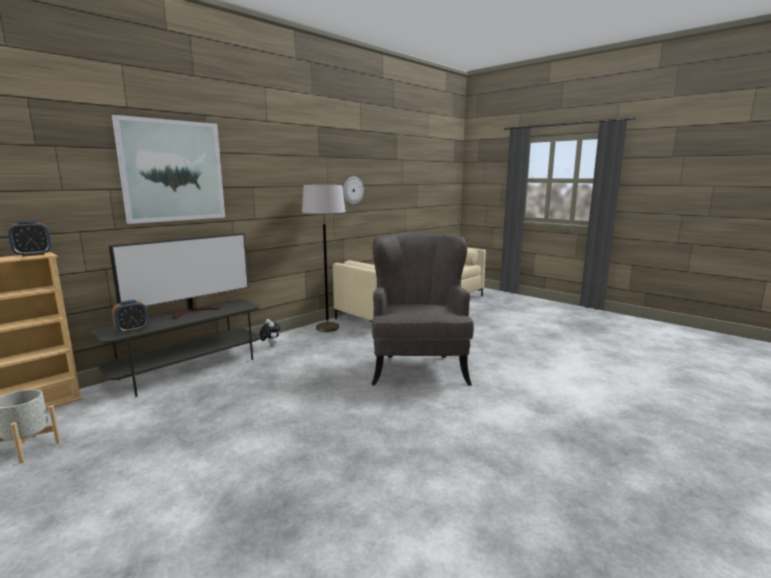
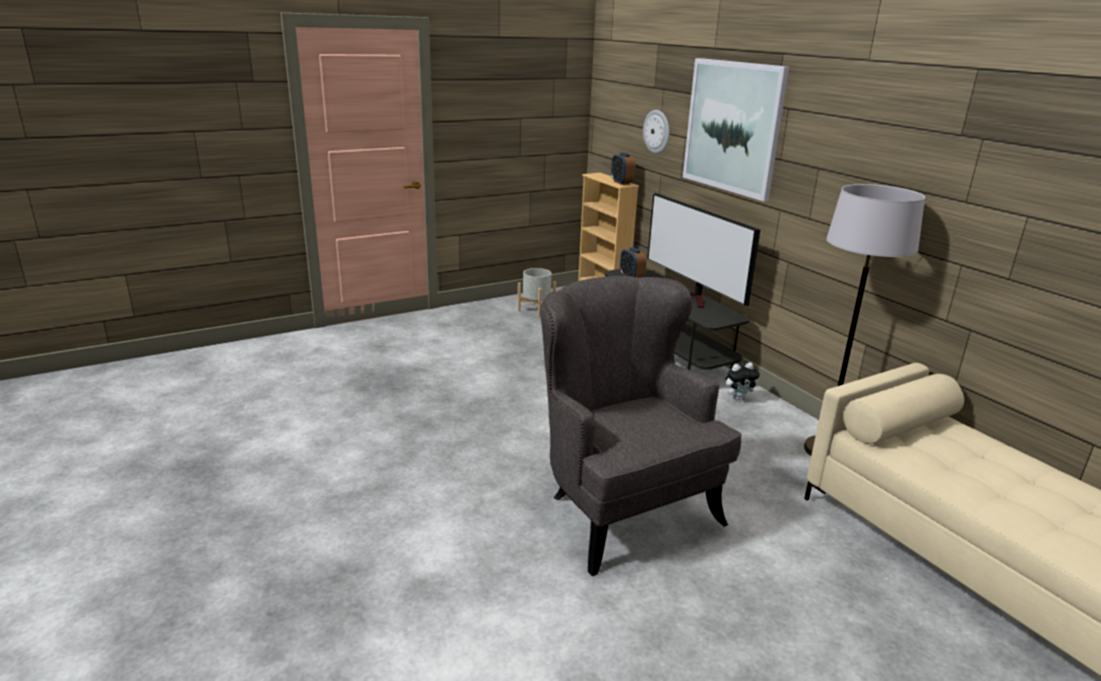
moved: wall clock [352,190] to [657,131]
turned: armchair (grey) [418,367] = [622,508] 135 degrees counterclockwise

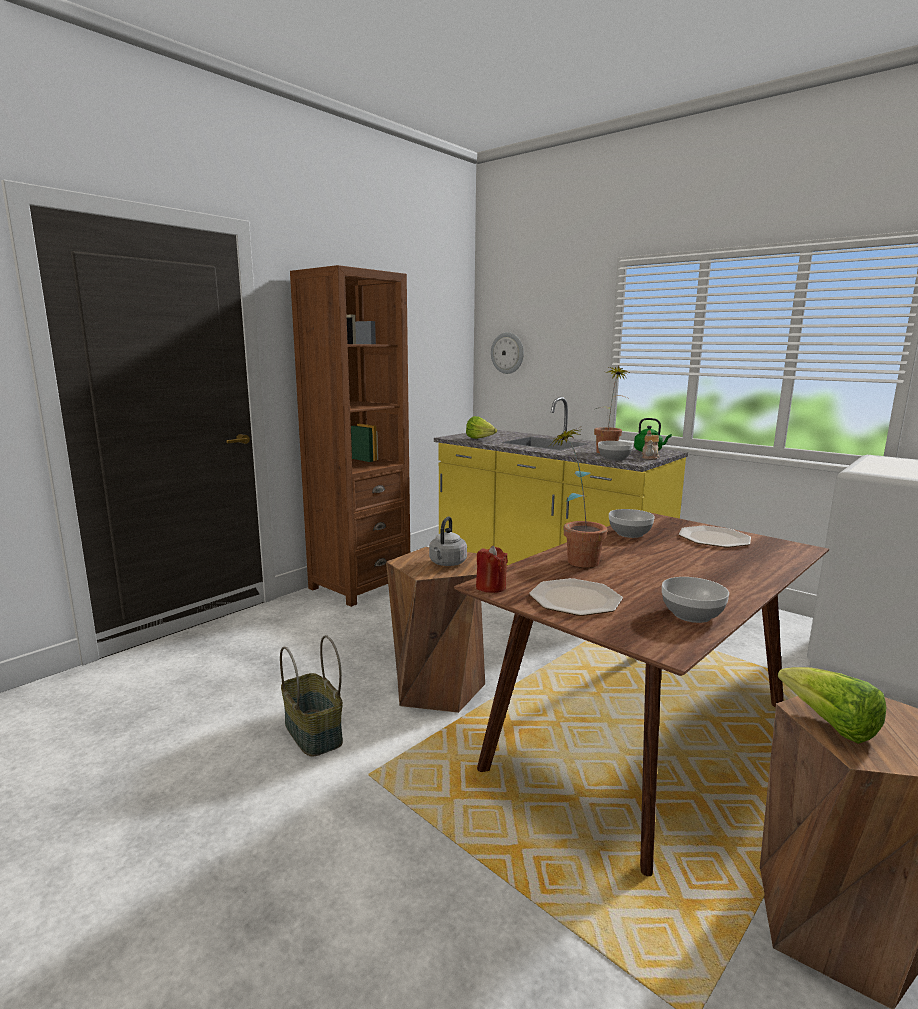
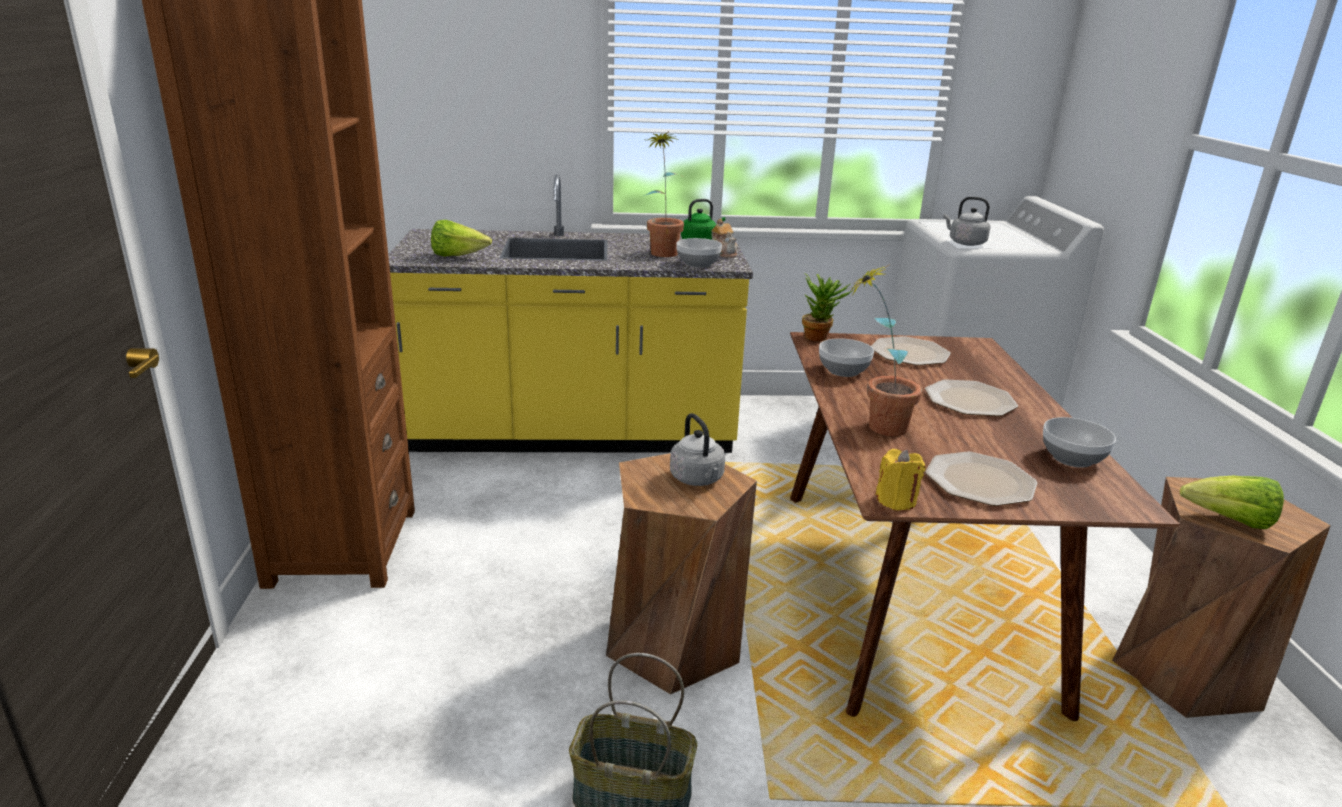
removed: wall clock [507,353]
added: kettle (grey) [965,243]; potted plant [820,337]; plate [969,400]
recoloured: candle (red) [491,587] to candle (yellow) [896,500]

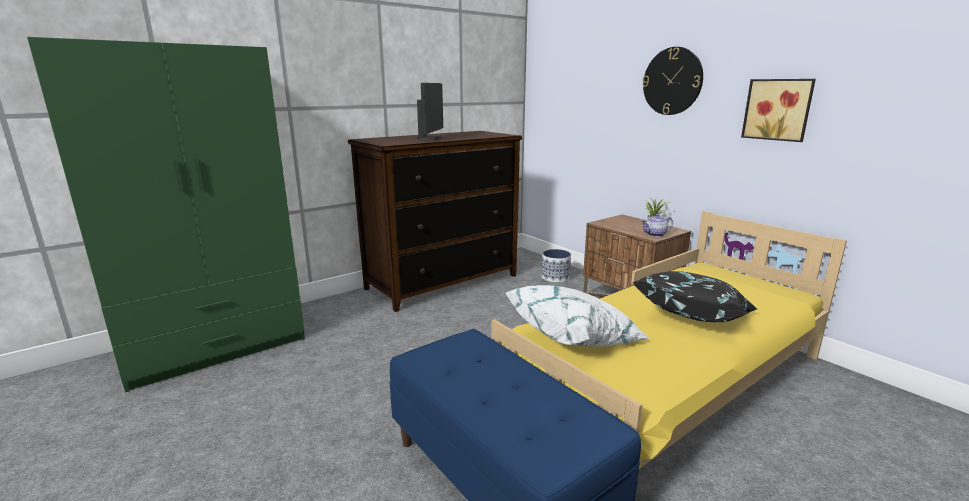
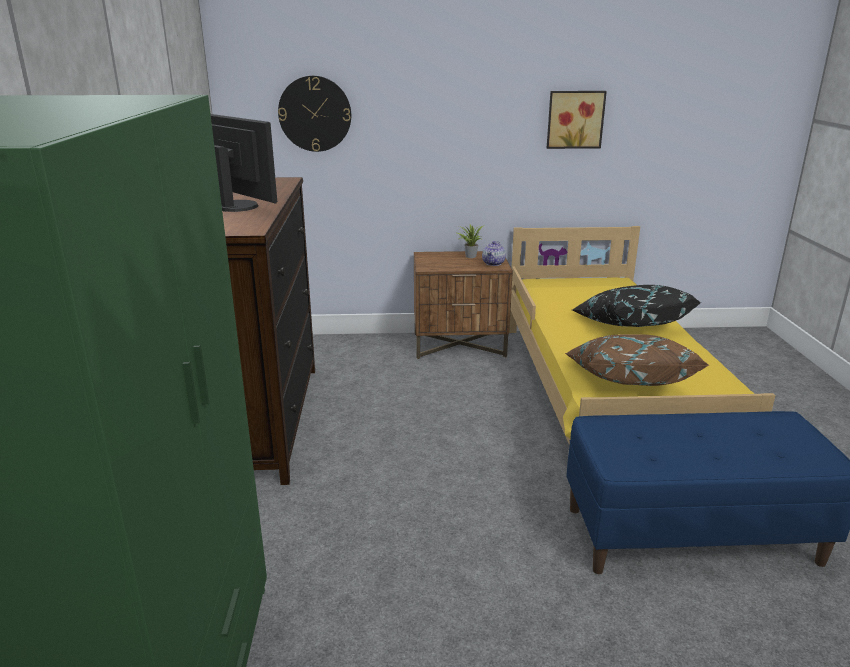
removed: planter [555,277]
moved: wall clock [672,81] to [315,114]
recoloured: pillow (white) [575,338] to pillow (brown) [627,380]

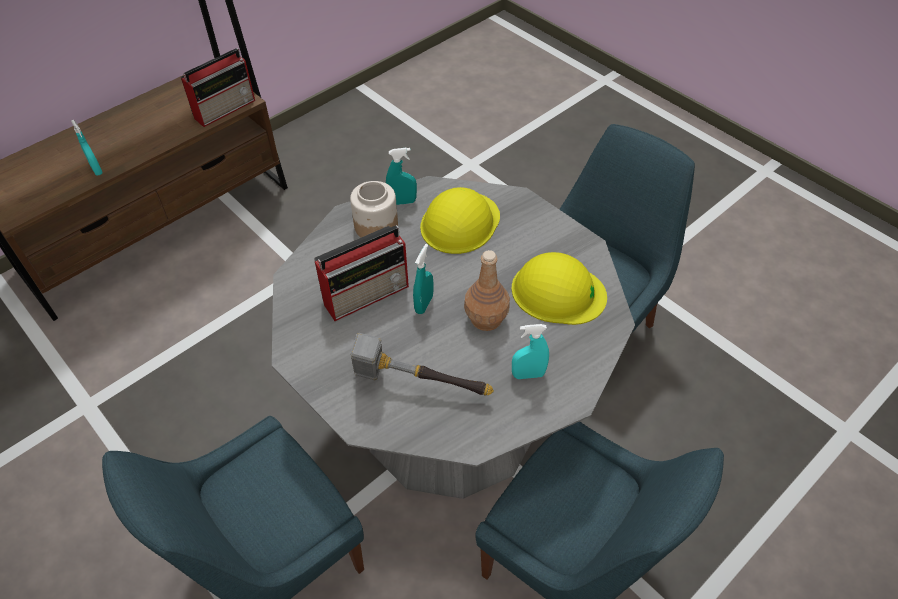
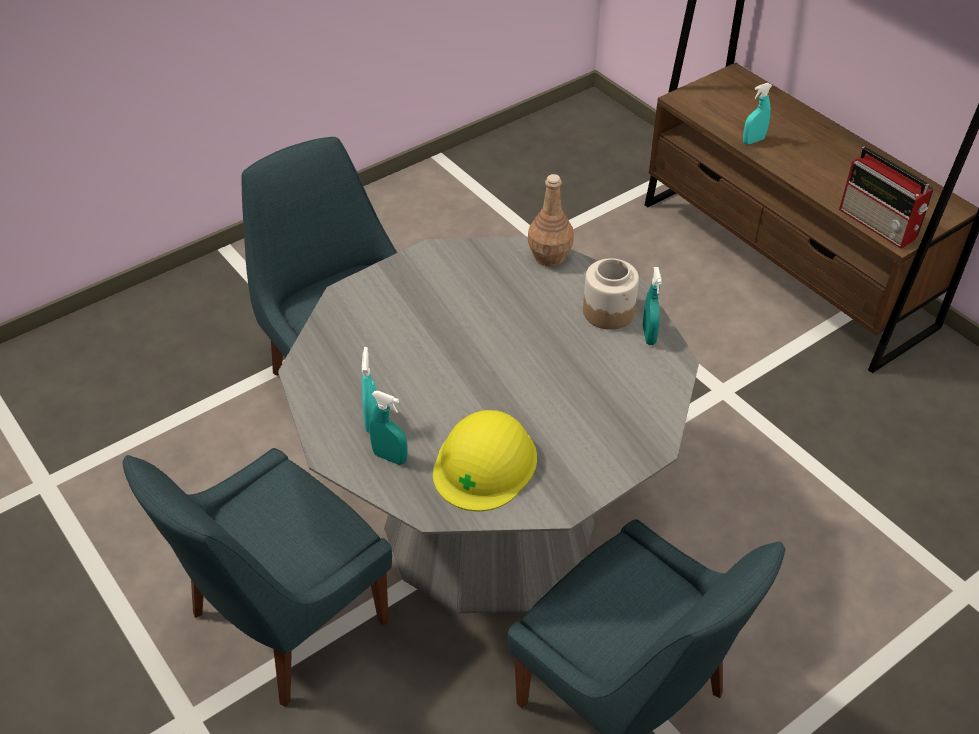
removed: hard hat (yellow) [460,222]; radio [368,293]; hammer [417,386]
moved: spray bottle (turquoise) [424,304] to [390,457]; bottle (brown) [485,318] to [550,256]

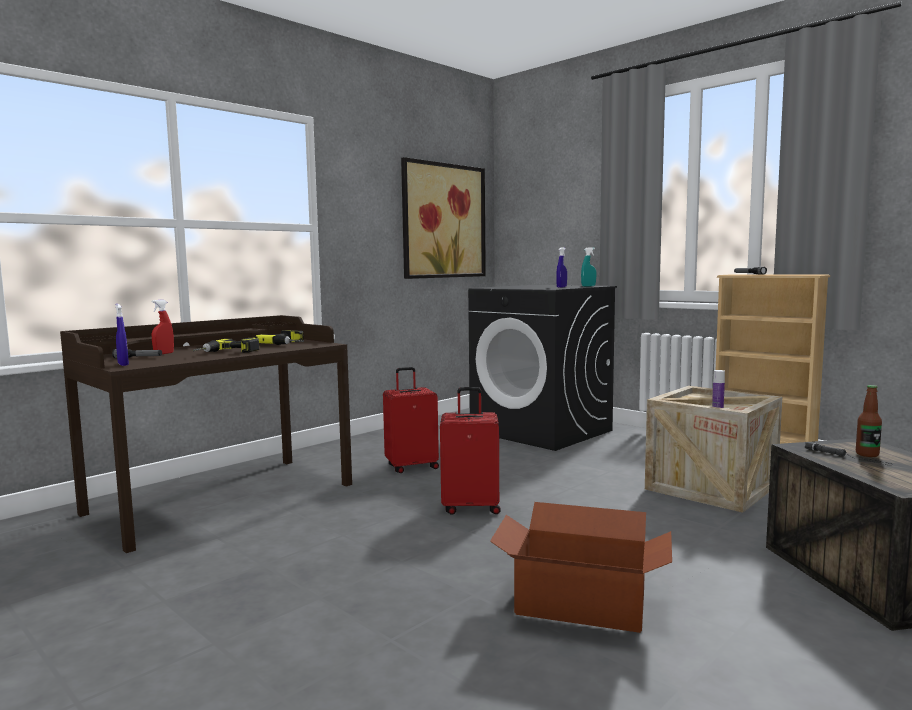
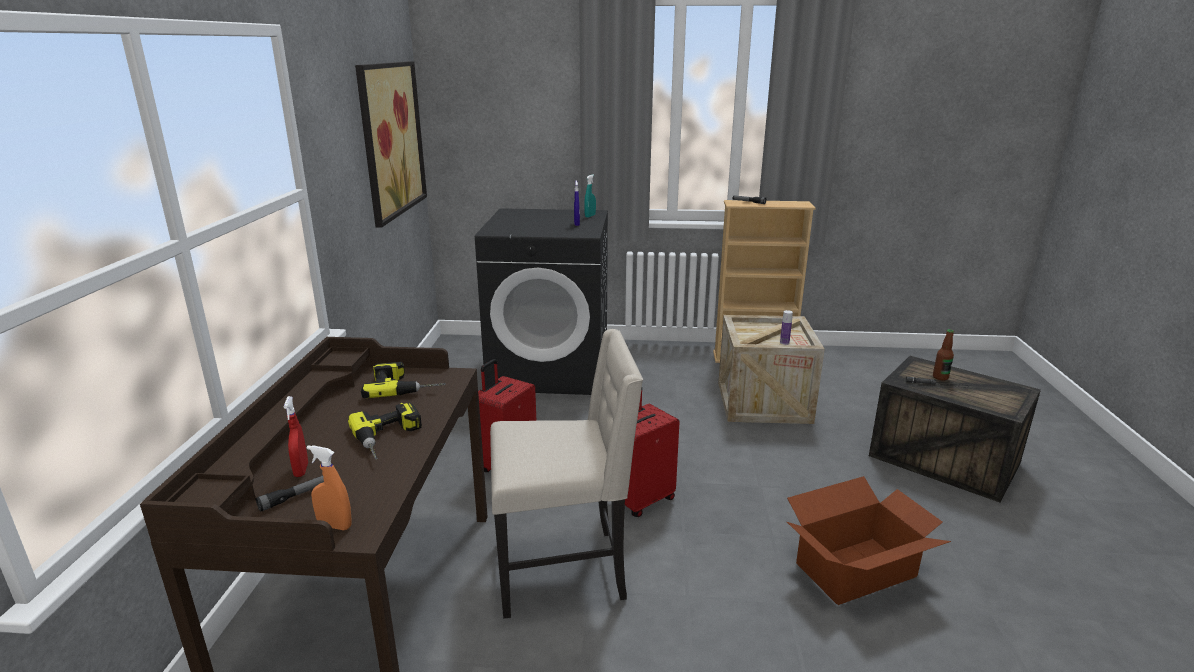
added: chair (beige) [563,569]
recoloured: spray bottle (blue) [123,364] to spray bottle (orange) [335,526]

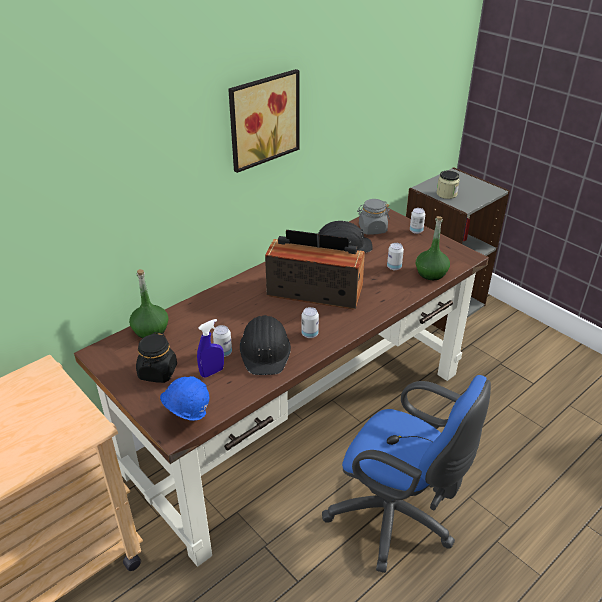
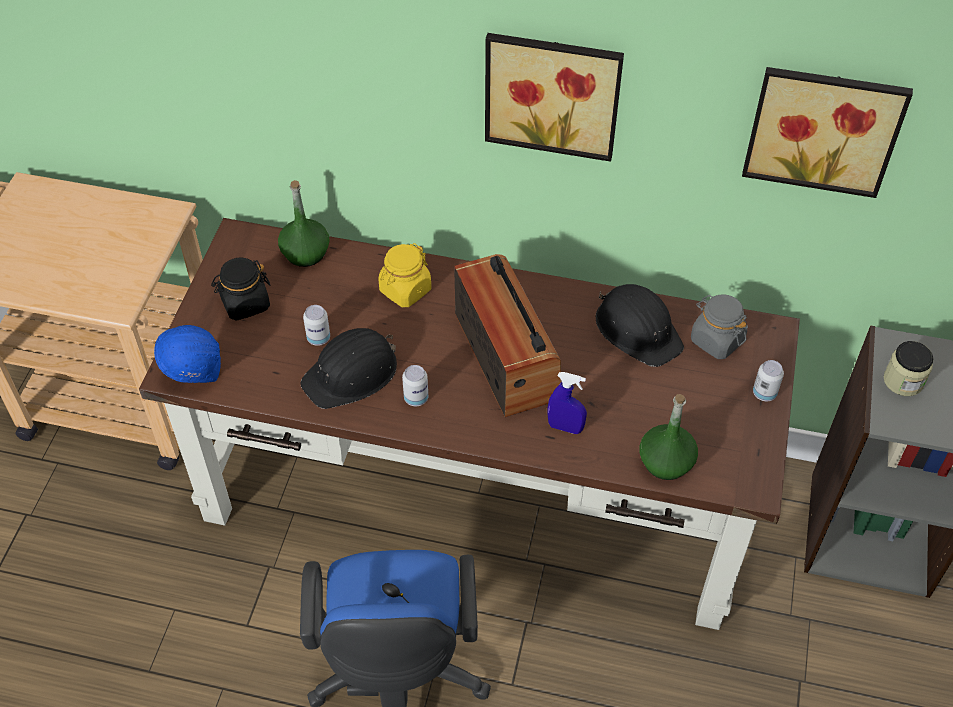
removed: can [394,267]
added: picture [823,127]; jar (yellow) [405,290]
moved: spray bottle (blue) [212,372] to [565,427]

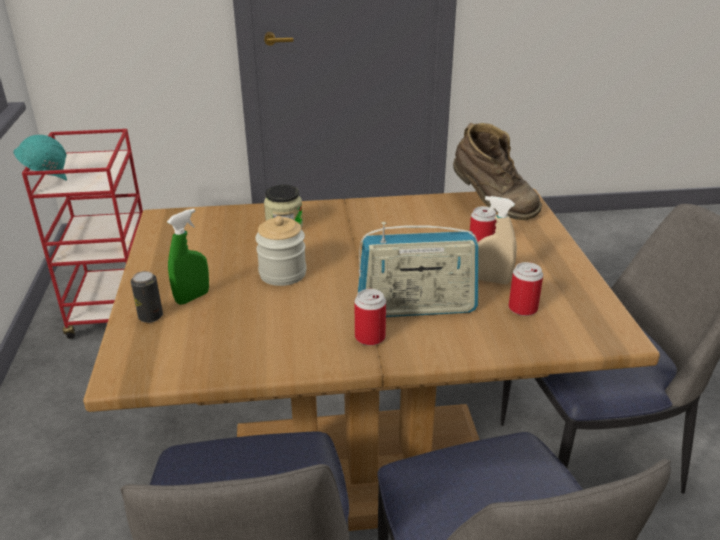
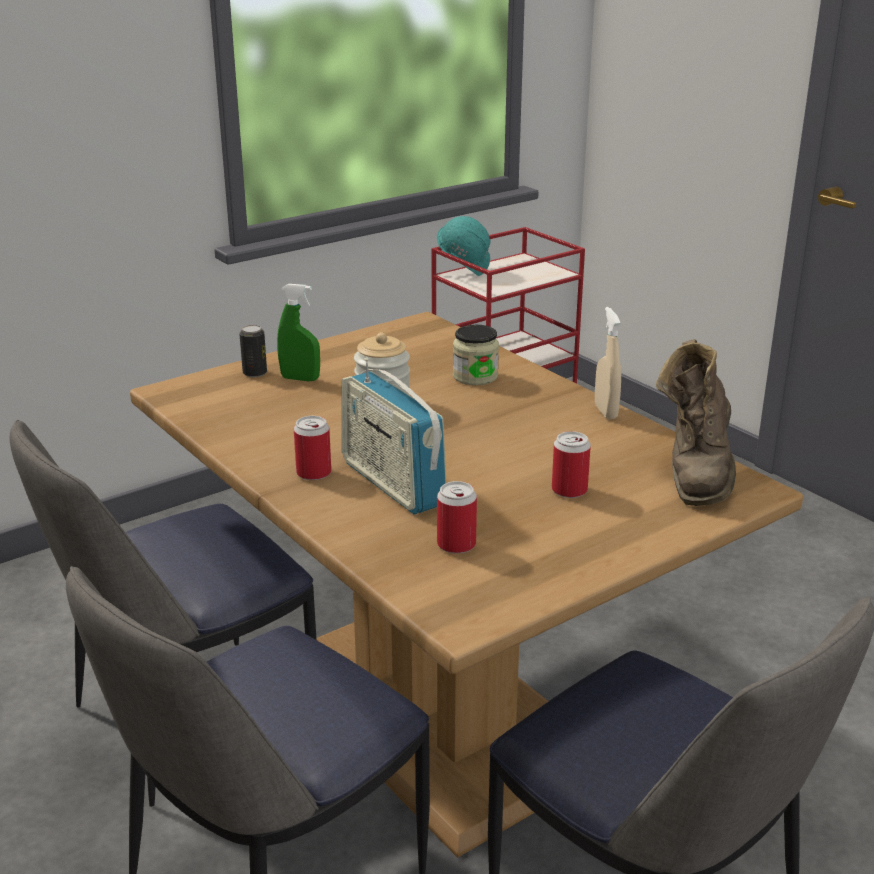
moved: spray bottle (beige) [492,280] to [605,411]

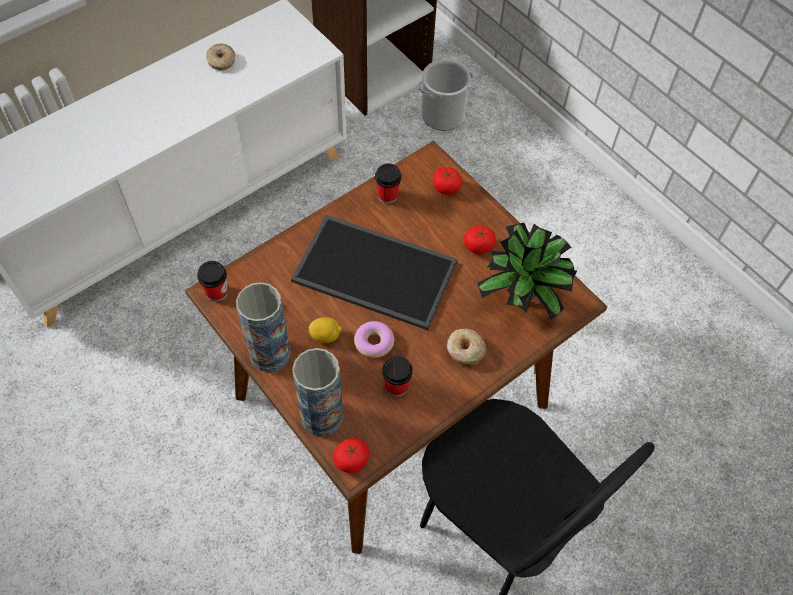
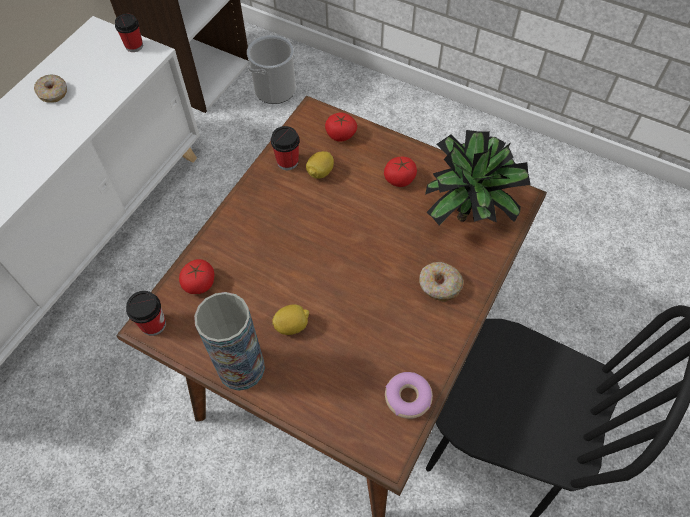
removed: tray [377,270]; vase [321,416]
added: lemon [320,172]
moved: donut [374,342] to [408,397]; cup [396,386] to [134,46]; tomato [351,460] to [199,283]

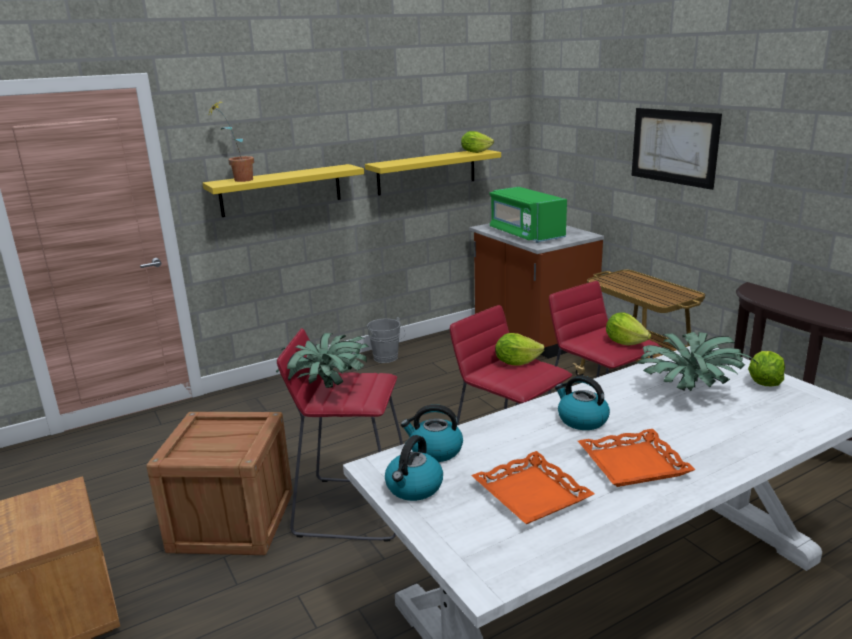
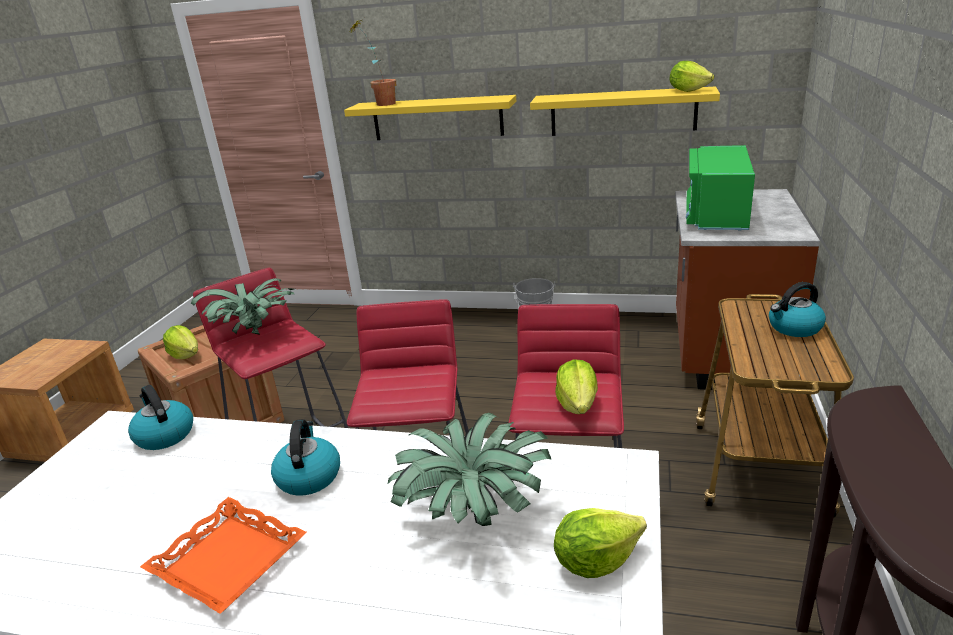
removed: picture [673,146]; tray (orange) [532,494]
moved: lettuce [516,362] to [186,355]; kettle [414,488] to [794,328]

